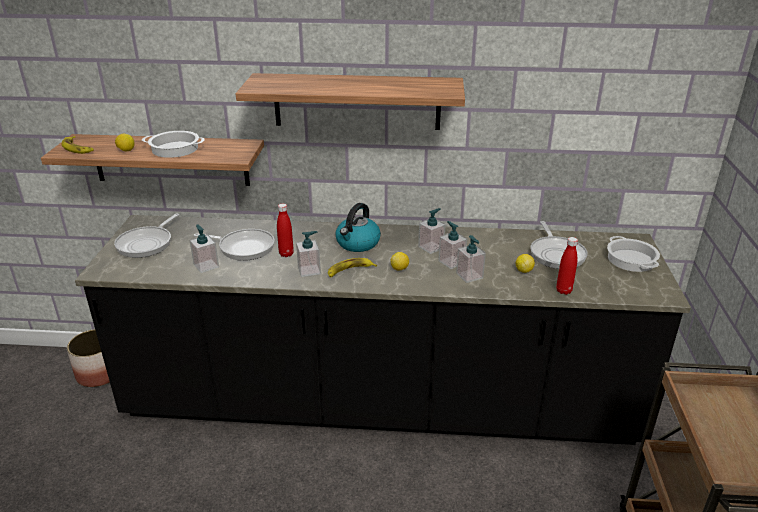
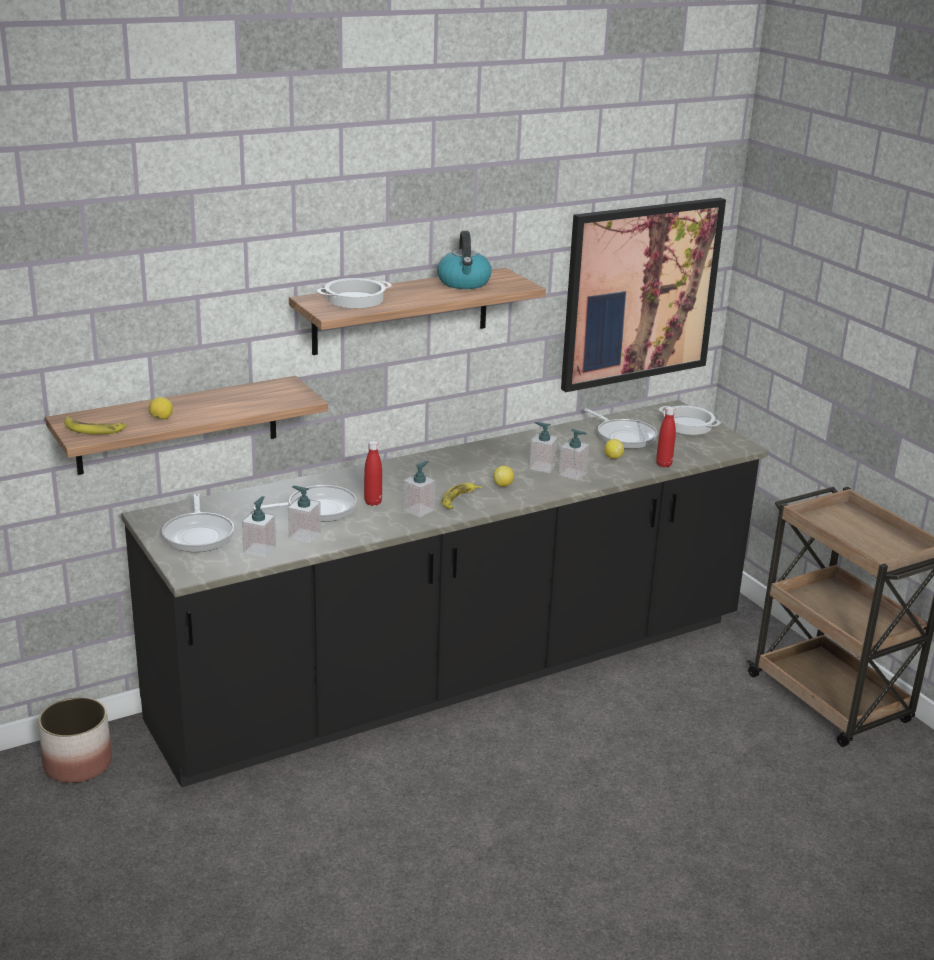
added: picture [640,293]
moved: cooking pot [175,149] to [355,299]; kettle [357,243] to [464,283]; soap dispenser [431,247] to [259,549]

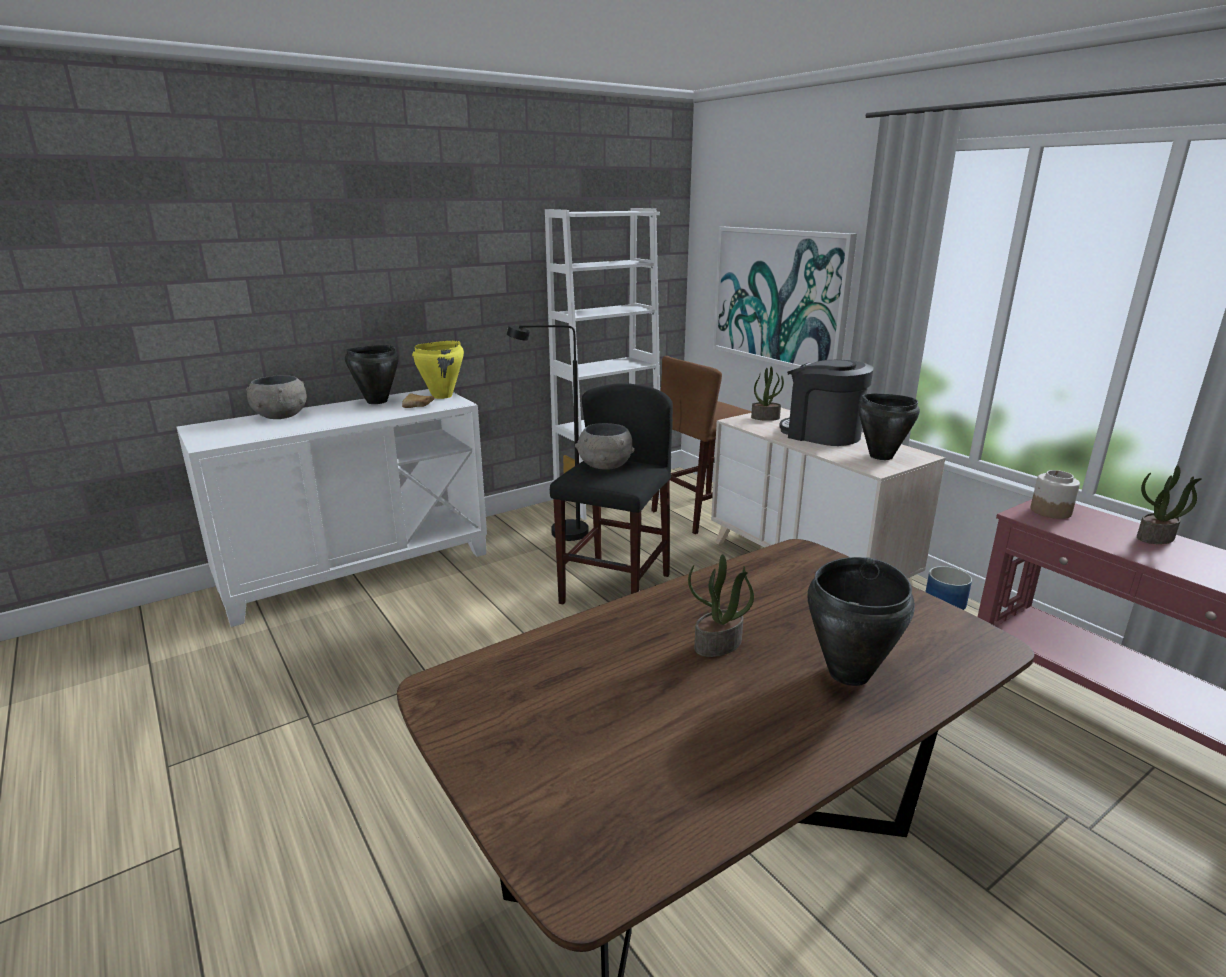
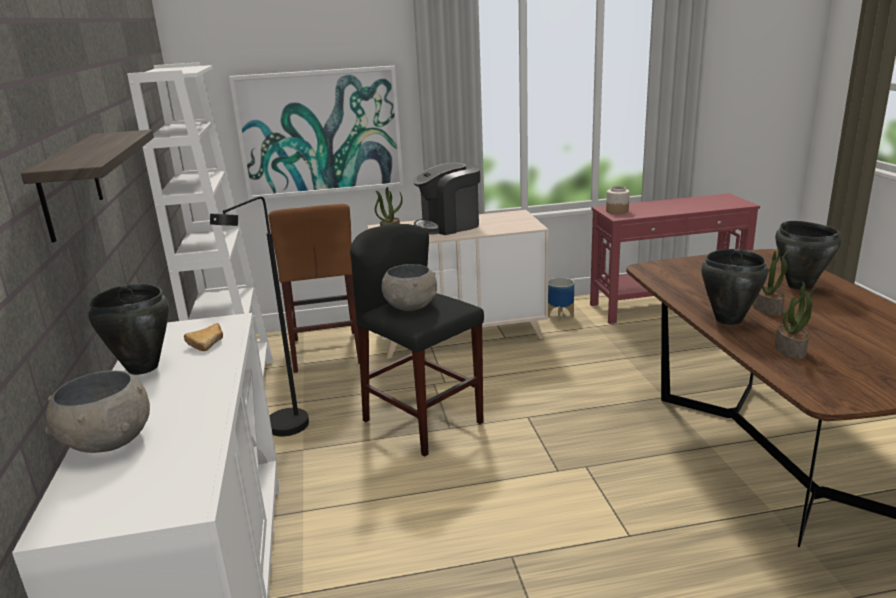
removed: cooking pot (yellow) [442,396]
added: shelf [70,185]
moved: cooking pot (black) [880,456] to [728,320]; potted plant [1155,538] to [791,350]

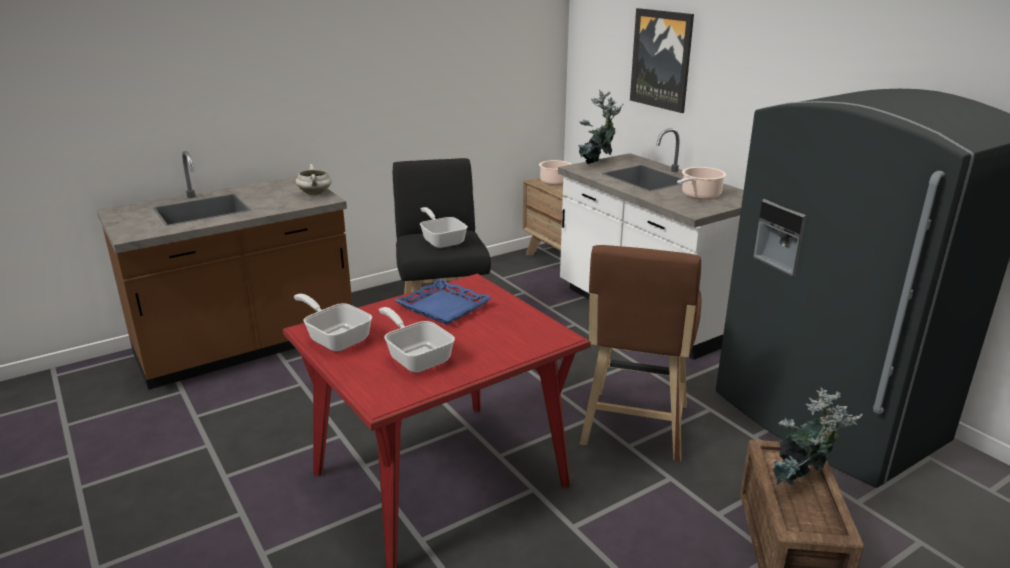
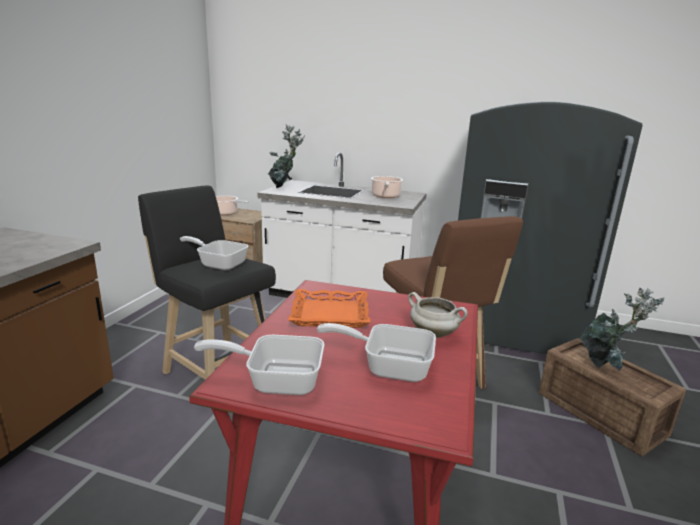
removed: picture [661,59]
moved: cooking pot (white) [315,194] to [434,334]
recoloured: tray (blue) [443,307] to tray (orange) [329,314]

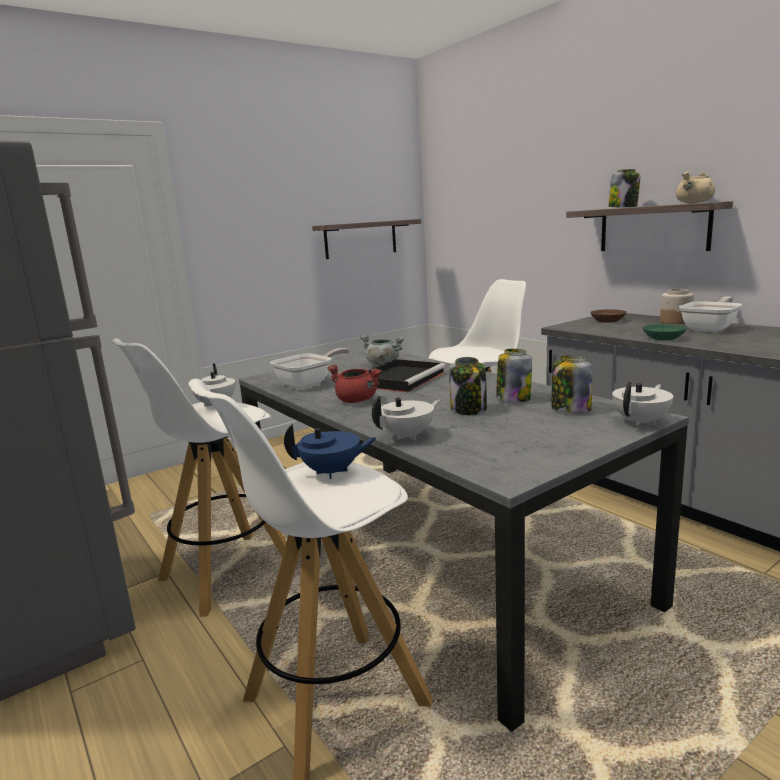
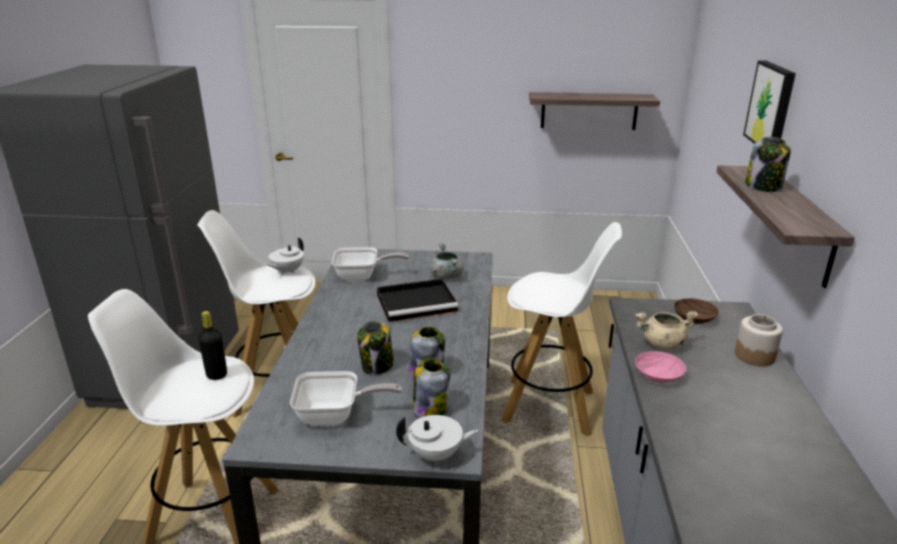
removed: cooking pot (red) [357,400]; teapot (white) [408,436]
added: picture [771,106]
moved: cooking pot (beige) [694,203] to [662,344]; frying pan [711,328] to [335,415]
replaced: teapot (blue) [332,472] to bottle (black) [216,375]
recoloured: bowl (green) [663,338] to bowl (pink) [659,374]

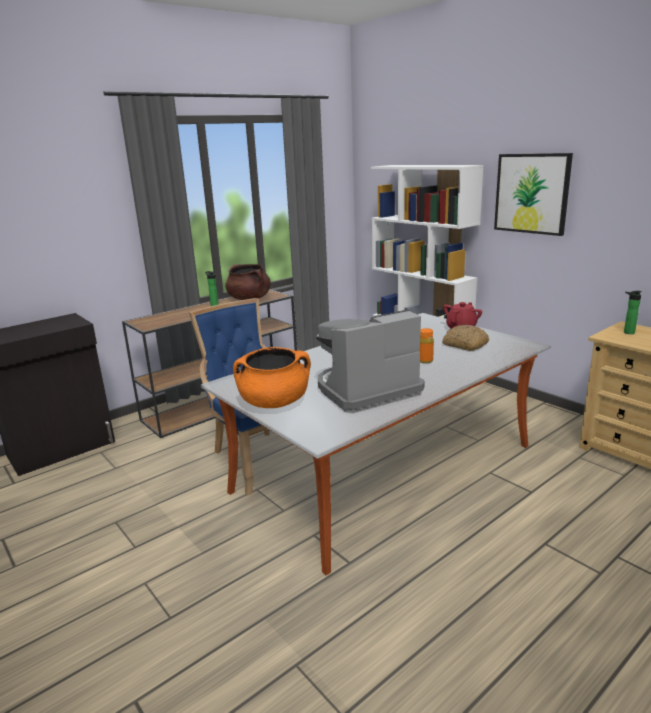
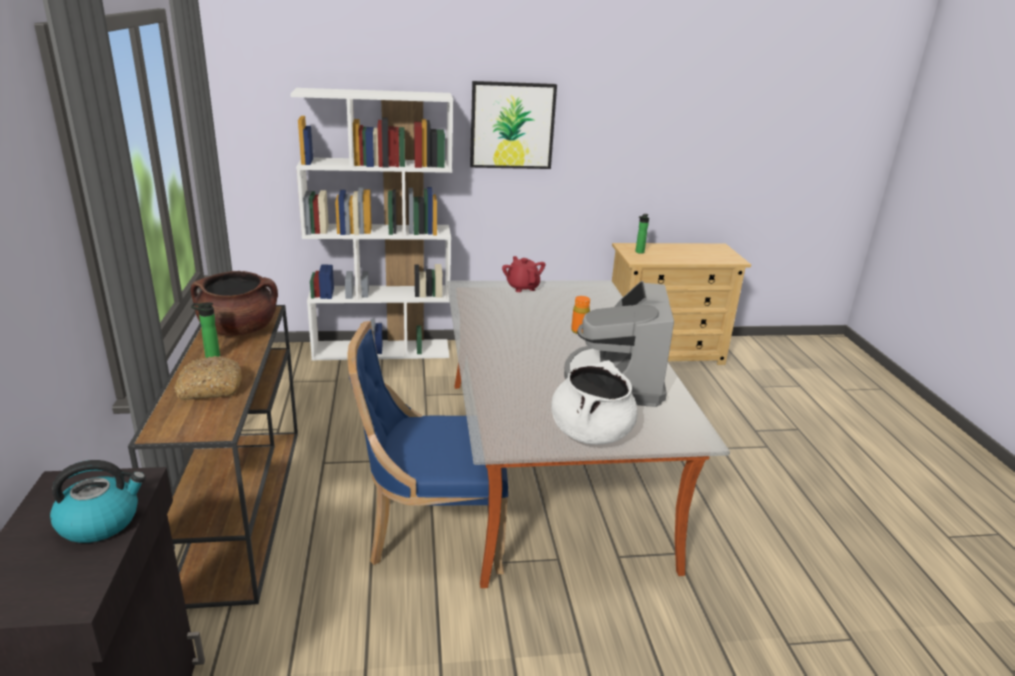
added: kettle [100,521]
moved: bread [464,345] to [210,388]
recoloured: cooking pot (orange) [274,402] to cooking pot (white) [591,433]

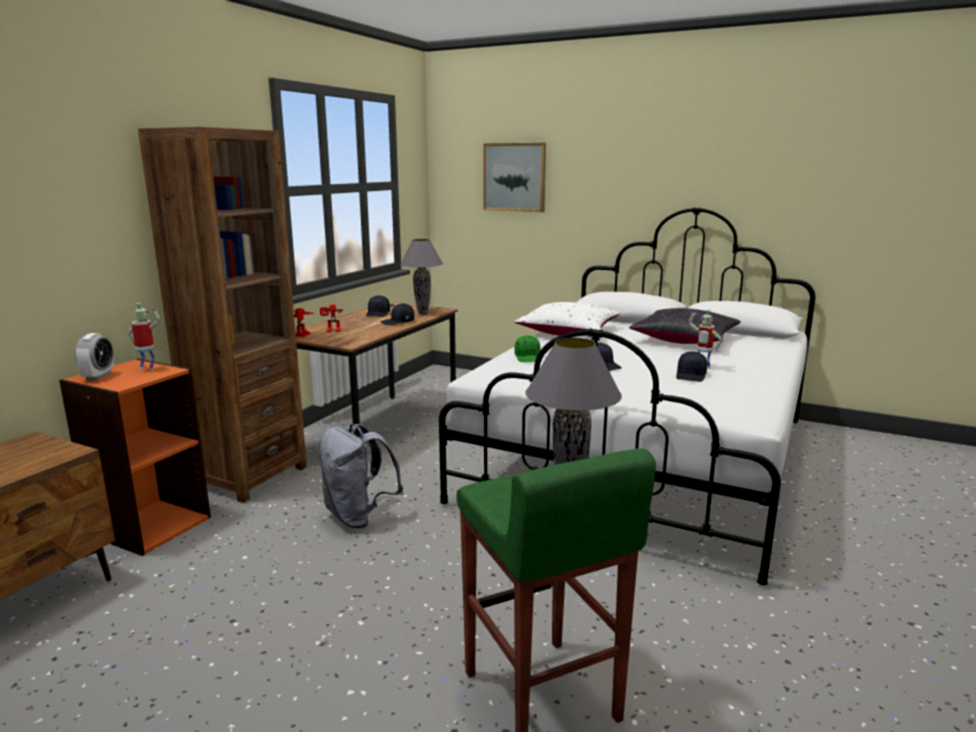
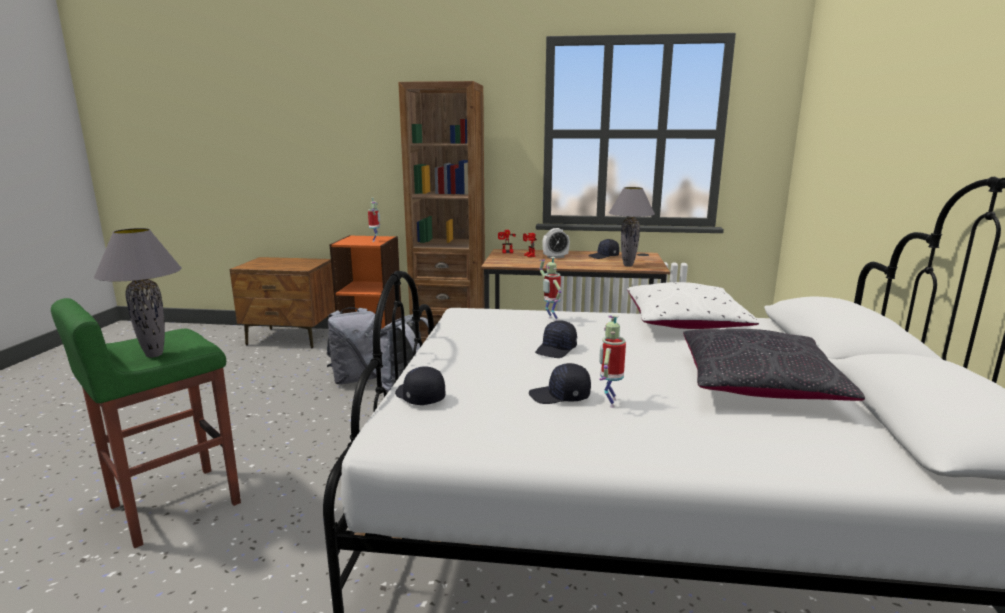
removed: picture [514,177]
added: backpack (grey) [355,379]
moved: cap (black) [398,322] to [419,397]; alarm clock [98,376] to [555,257]
replaced: cap (green) [529,358] to toy robot [551,319]

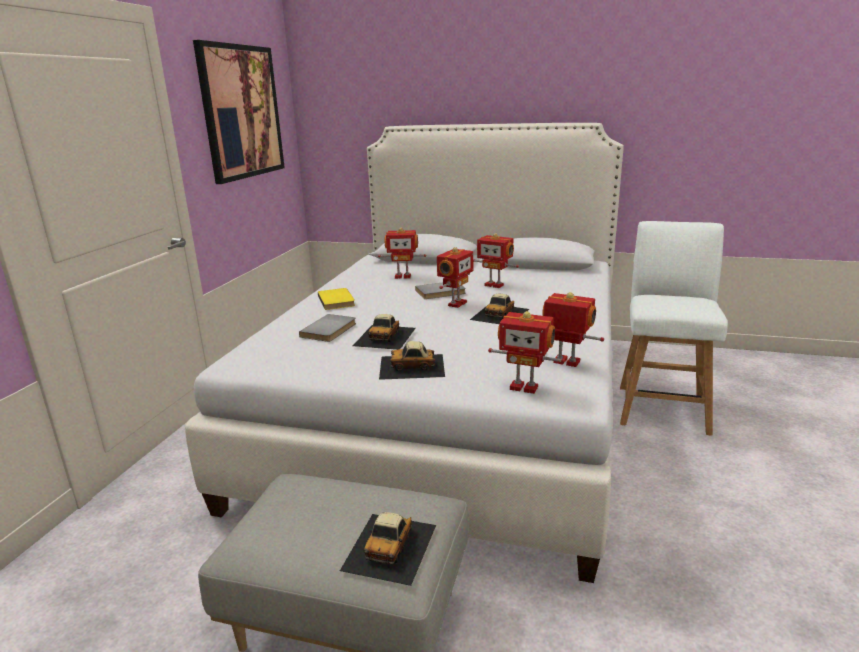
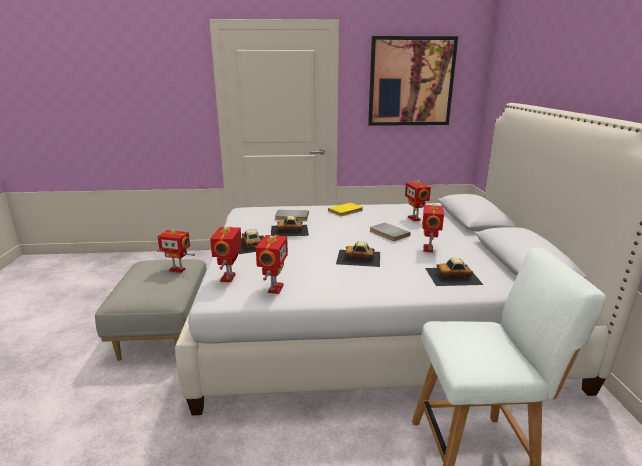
moved: toy robot [456,304] to [177,269]; toy car [390,546] to [453,276]

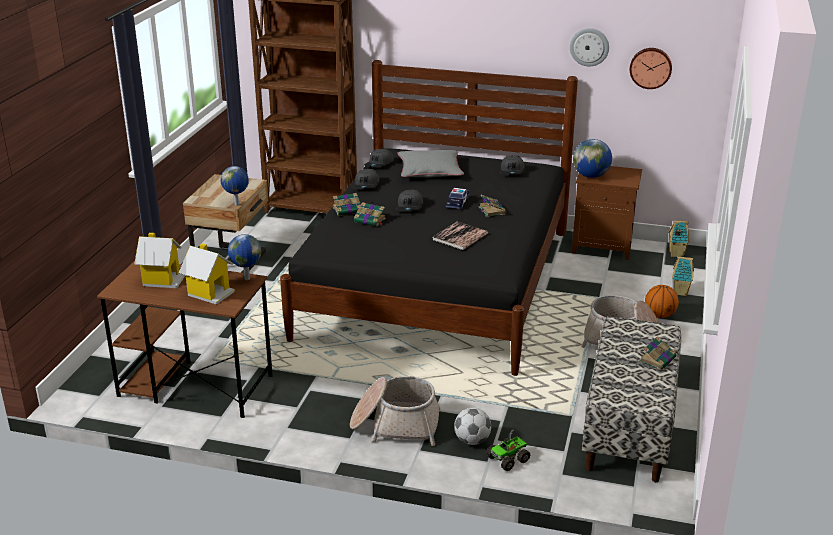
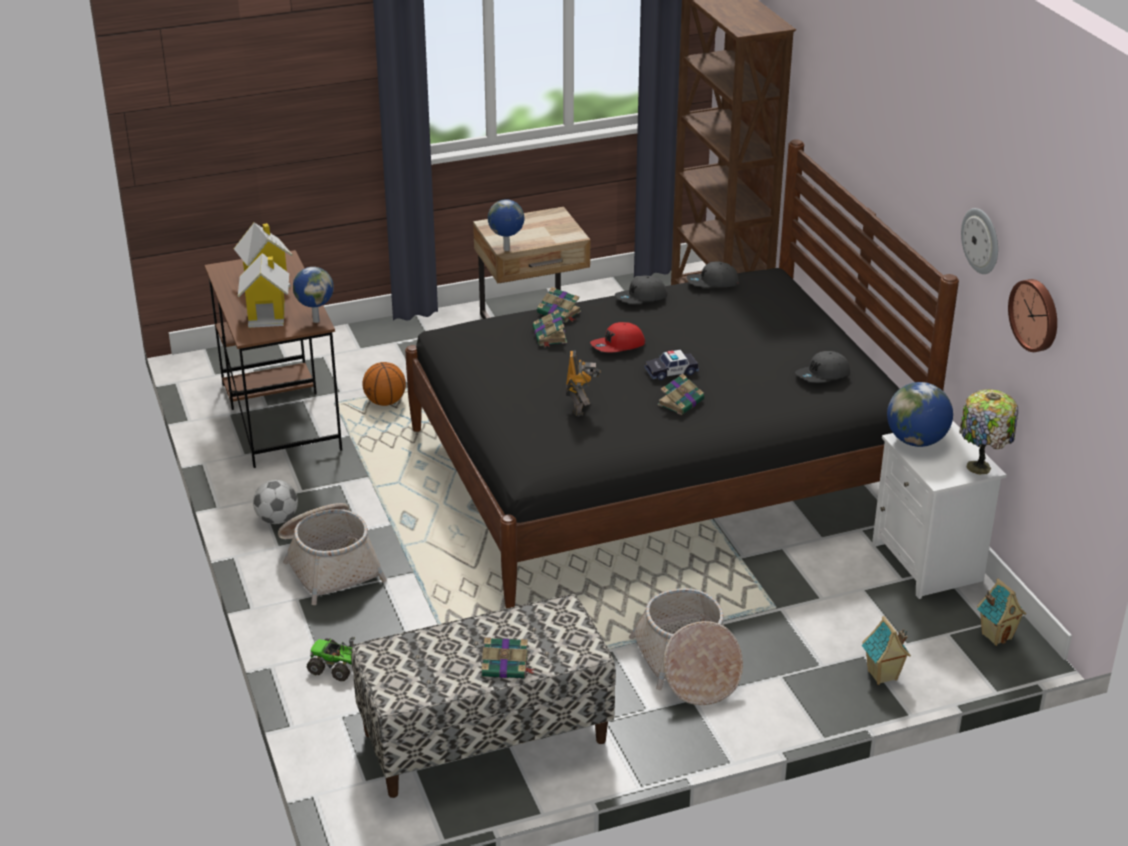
removed: pillow (grey) [429,170]
added: table lamp [980,468]
moved: basketball [659,315] to [385,402]; football [472,441] to [277,519]
replaced: book [460,237] to toy robot [580,406]
recoloured: nightstand (brown) [603,246] to nightstand (white) [930,563]; cap (grey) [410,207] to cap (red) [618,346]

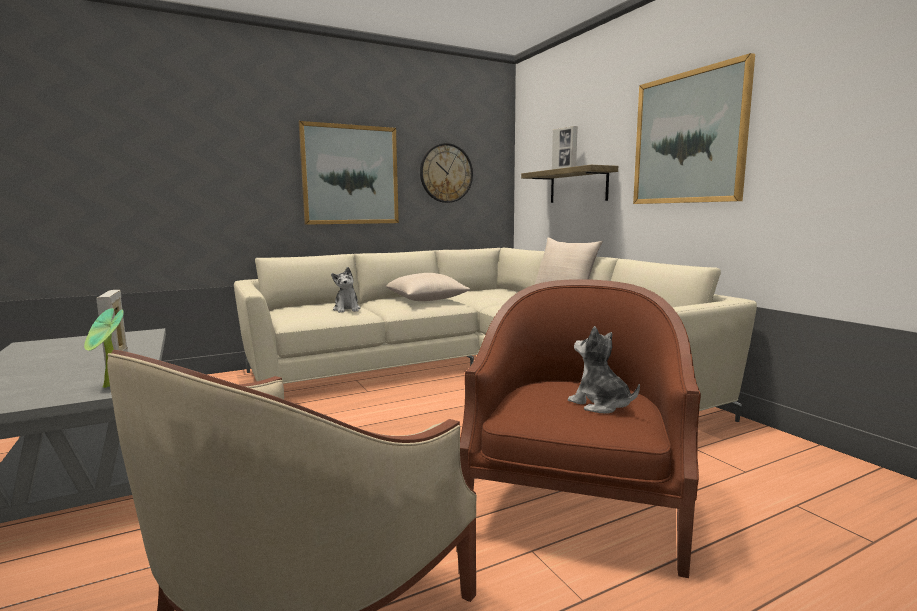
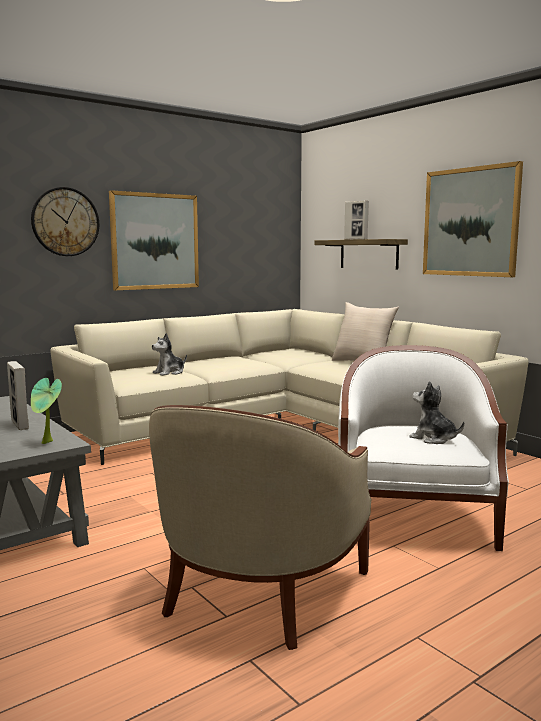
removed: pillow (beige) [426,300]
moved: wall clock [446,173] to [65,222]
recoloured: armchair (brown) [575,507] to armchair (white) [413,518]
turned: plush toy [347,309] = [169,372] 75 degrees clockwise

